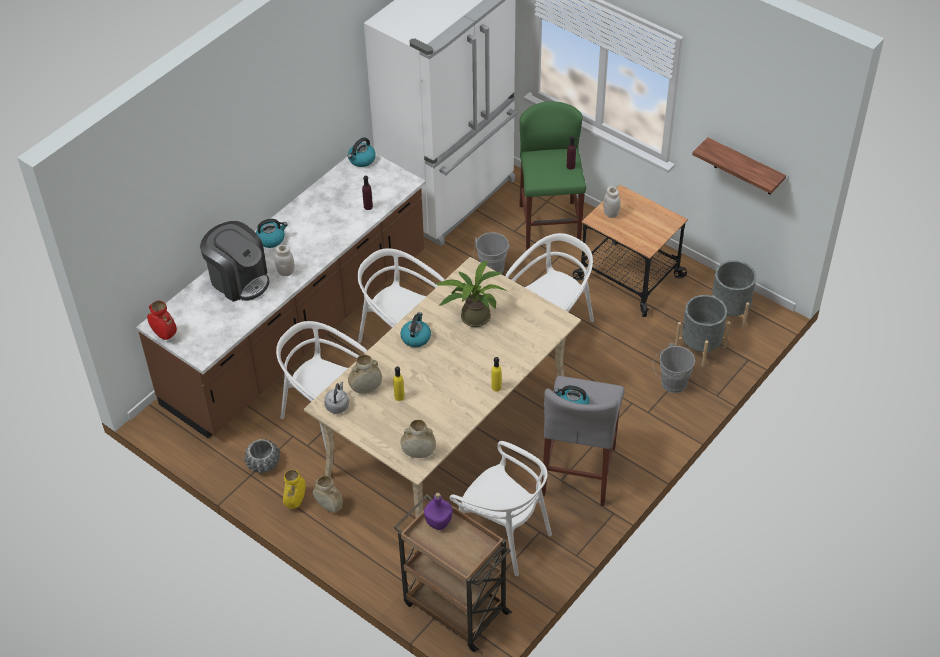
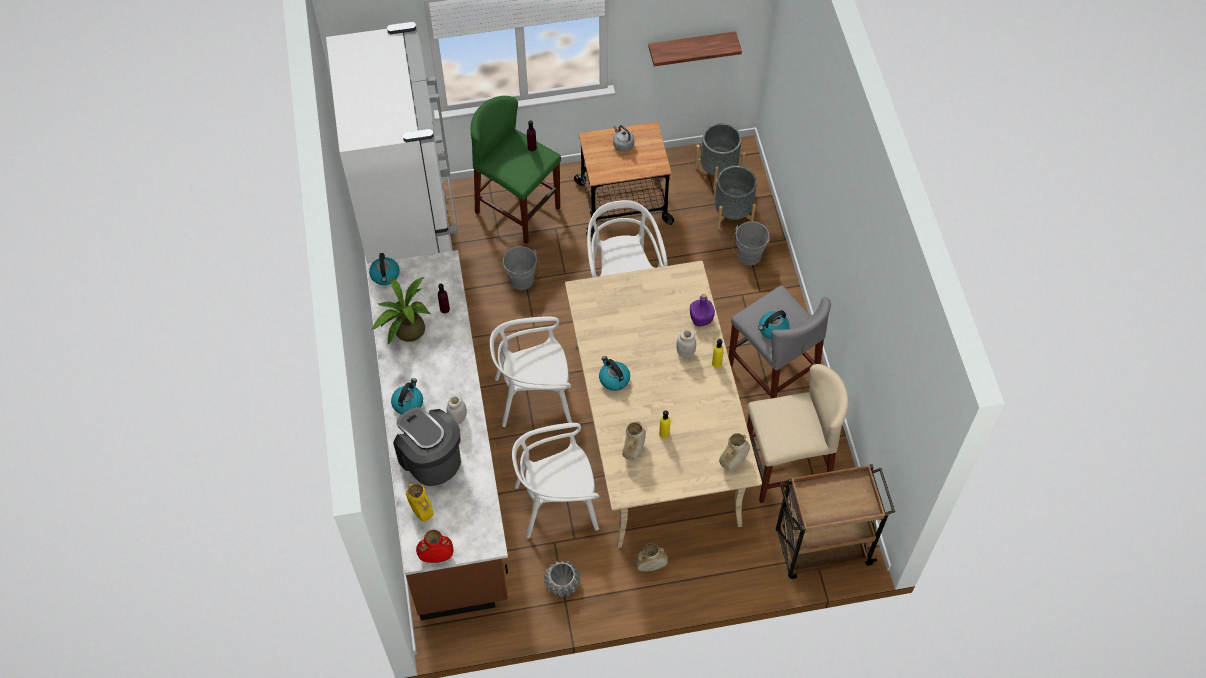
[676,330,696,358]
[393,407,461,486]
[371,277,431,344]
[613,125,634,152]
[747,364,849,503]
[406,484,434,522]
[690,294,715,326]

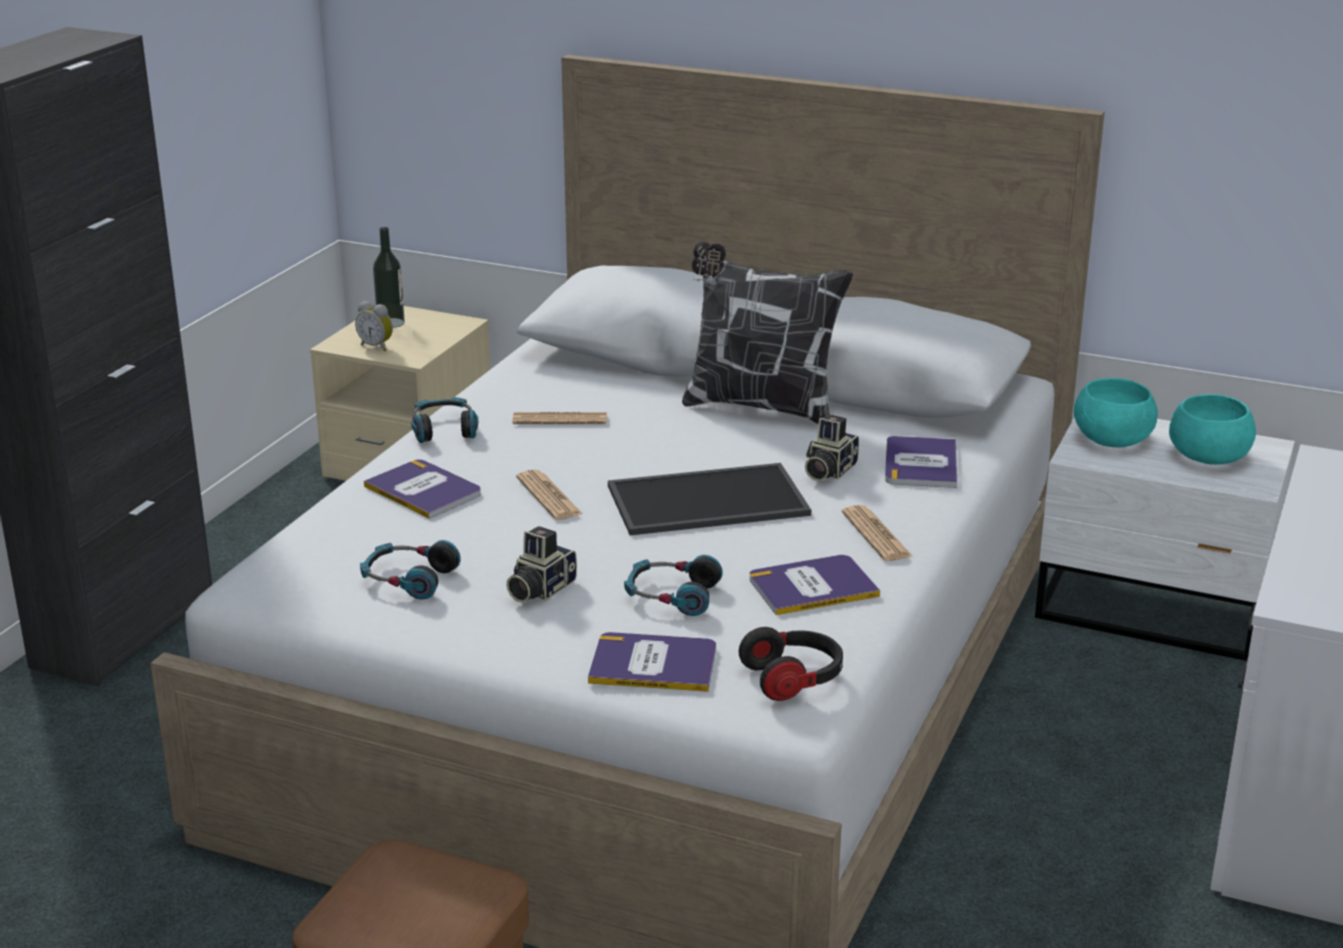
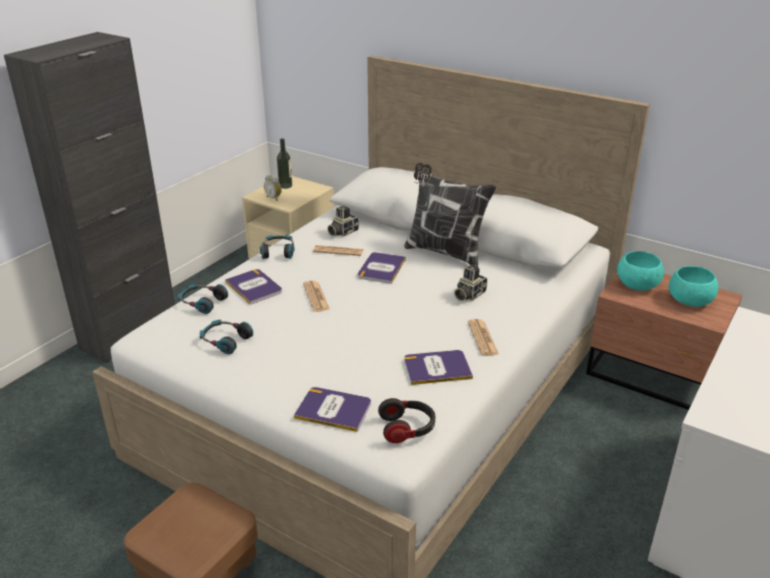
[586,273,742,410]
[358,252,406,284]
[608,463,811,535] (first image)
[327,206,359,237]
[178,284,228,314]

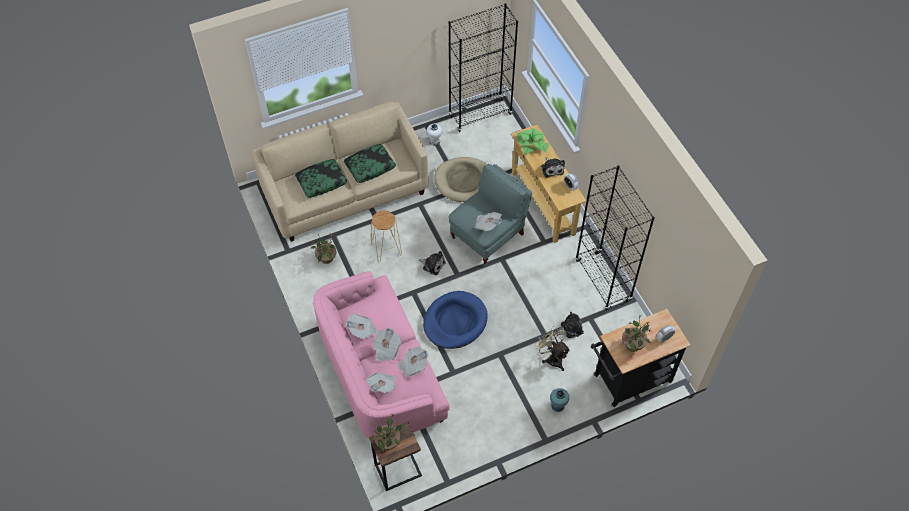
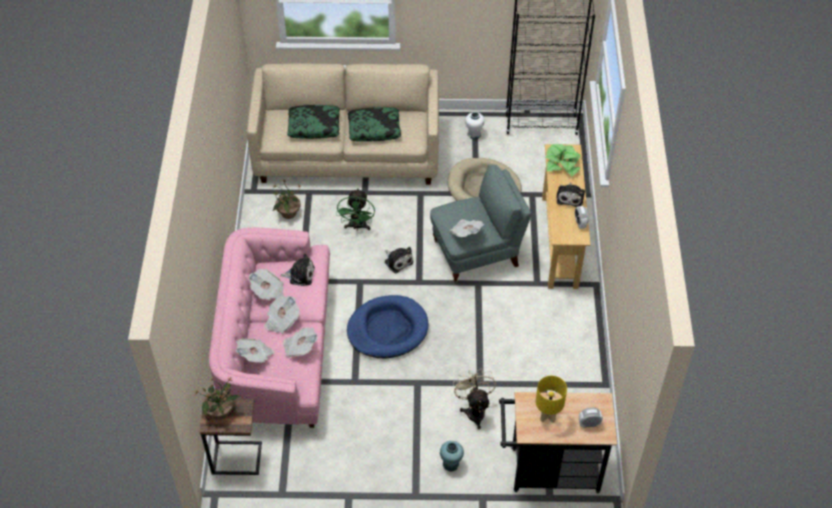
[575,165,655,311] (first image)
[336,189,375,230]
[280,253,315,286]
[536,376,567,423]

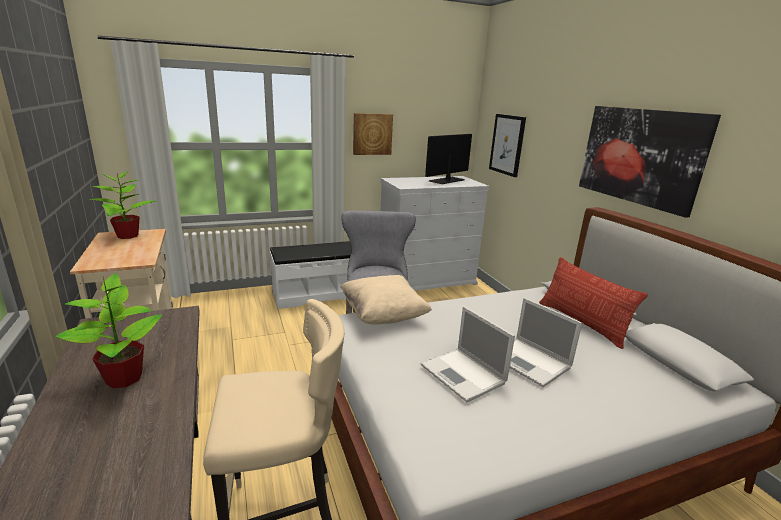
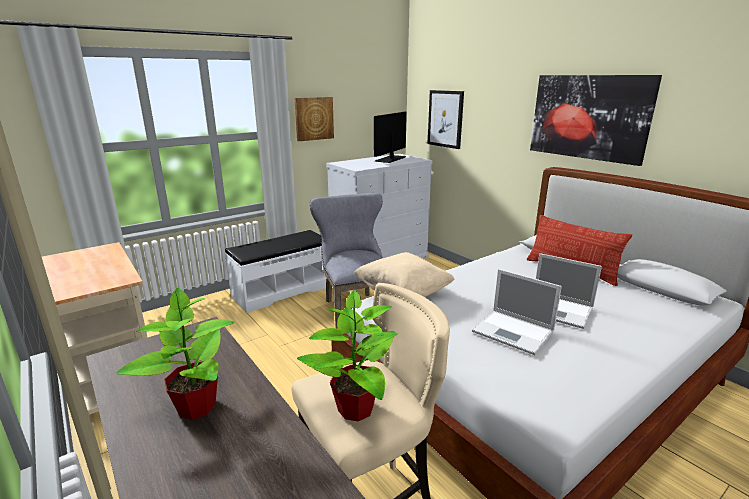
[297,290,398,421]

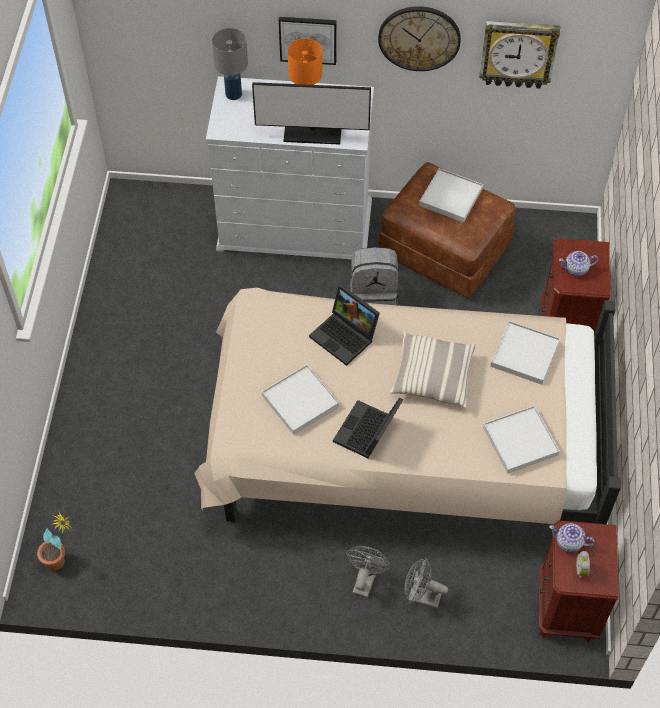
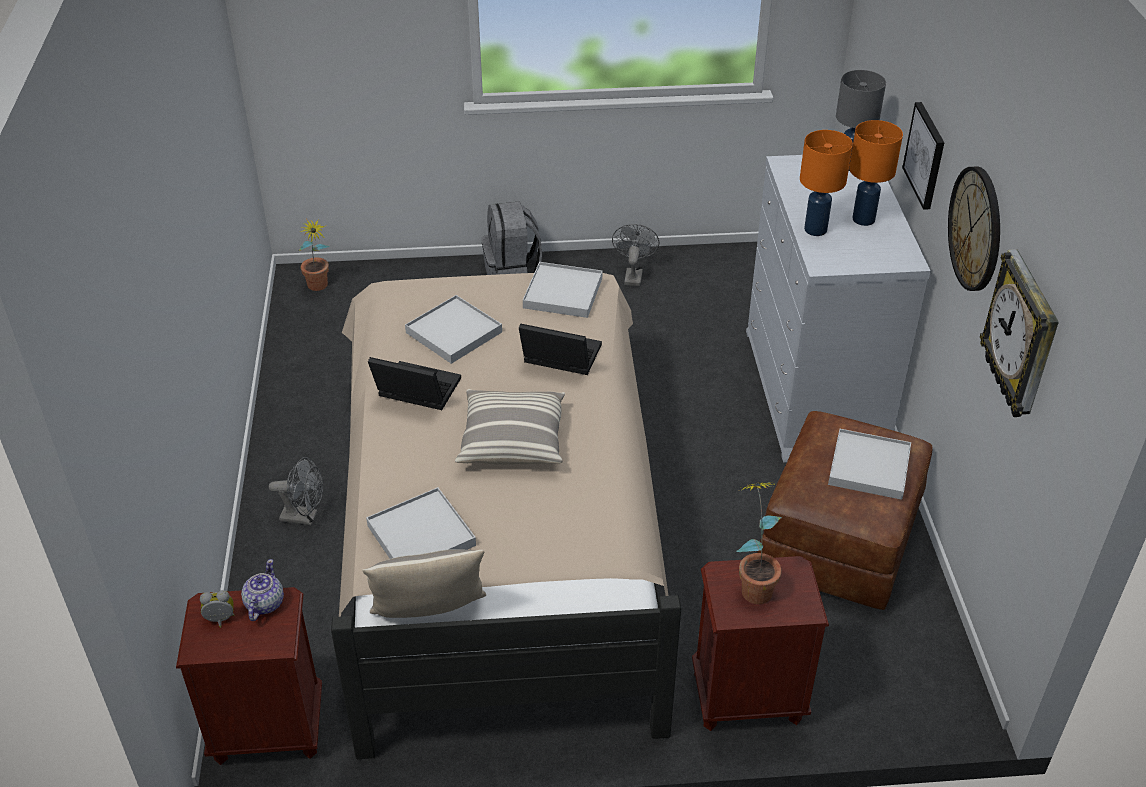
[800,130,853,236]
[482,201,542,275]
[737,482,782,604]
[519,323,602,375]
[523,262,602,318]
[612,224,659,286]
[362,549,486,618]

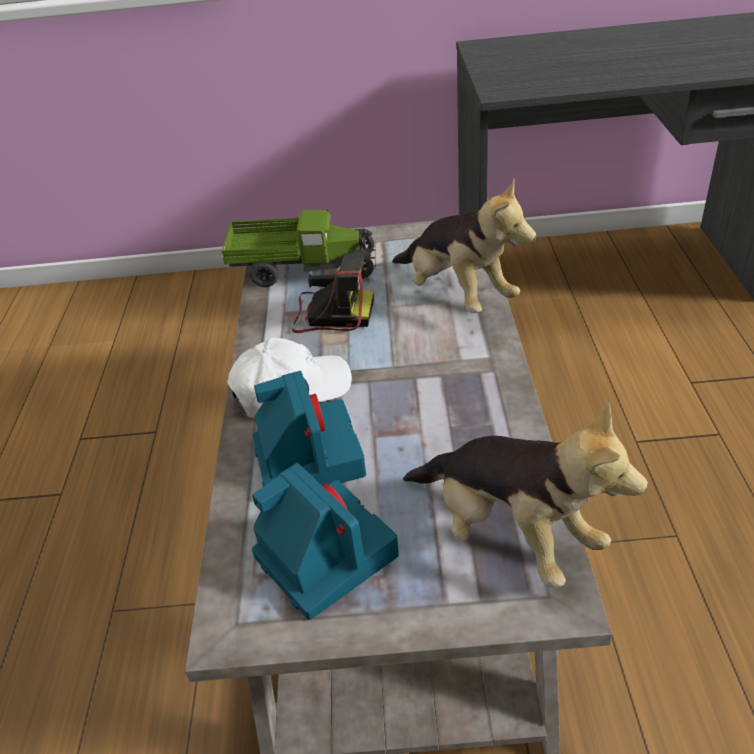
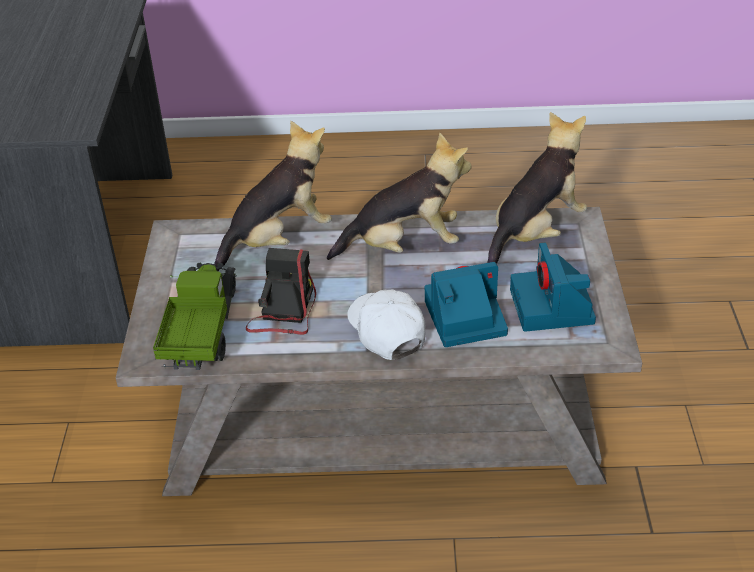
[510,242,596,332]
[327,133,472,260]

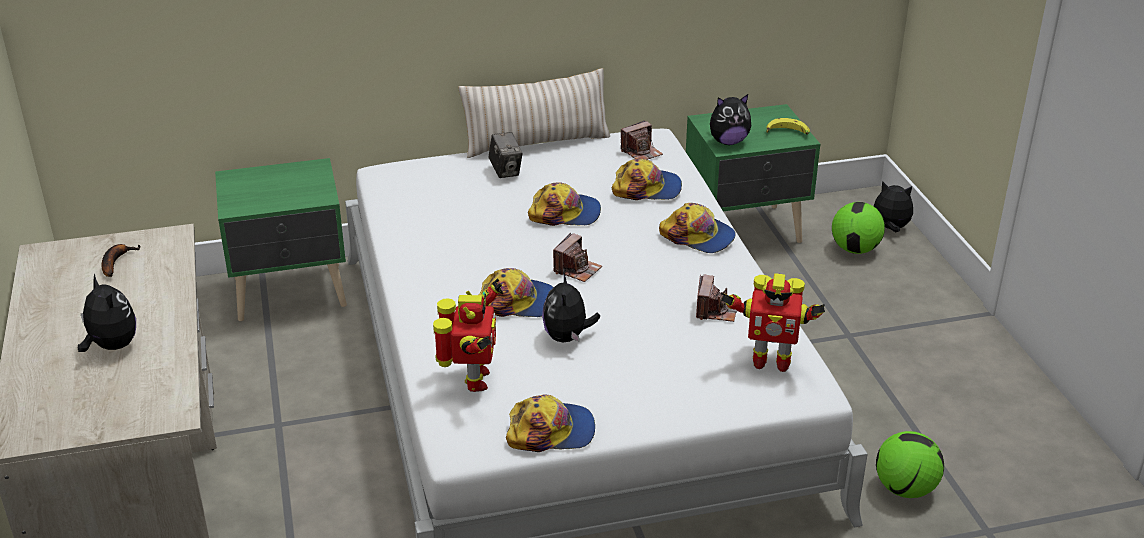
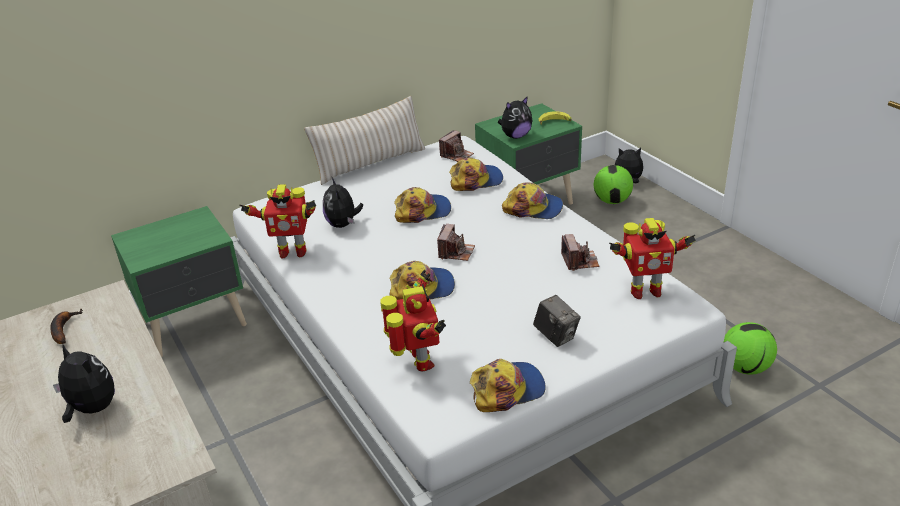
[533,295,581,347]
[323,178,363,228]
[239,184,316,258]

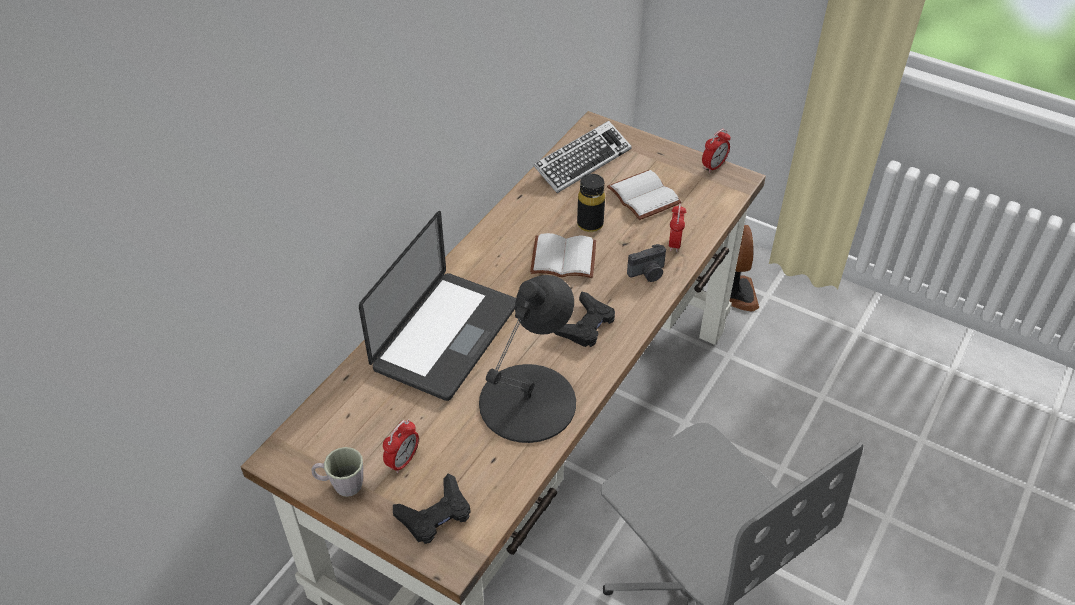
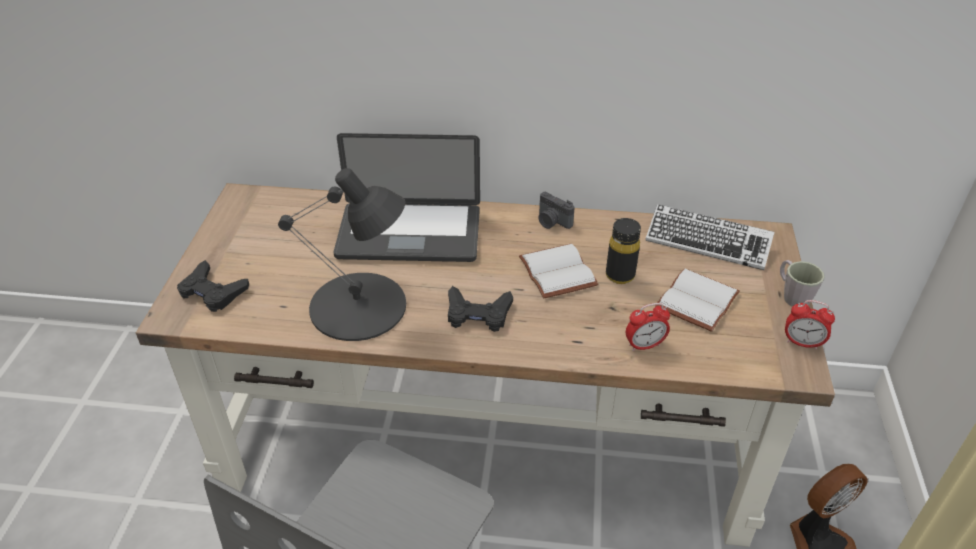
[538,192,575,229]
[383,419,419,473] (first image)
[780,260,825,307]

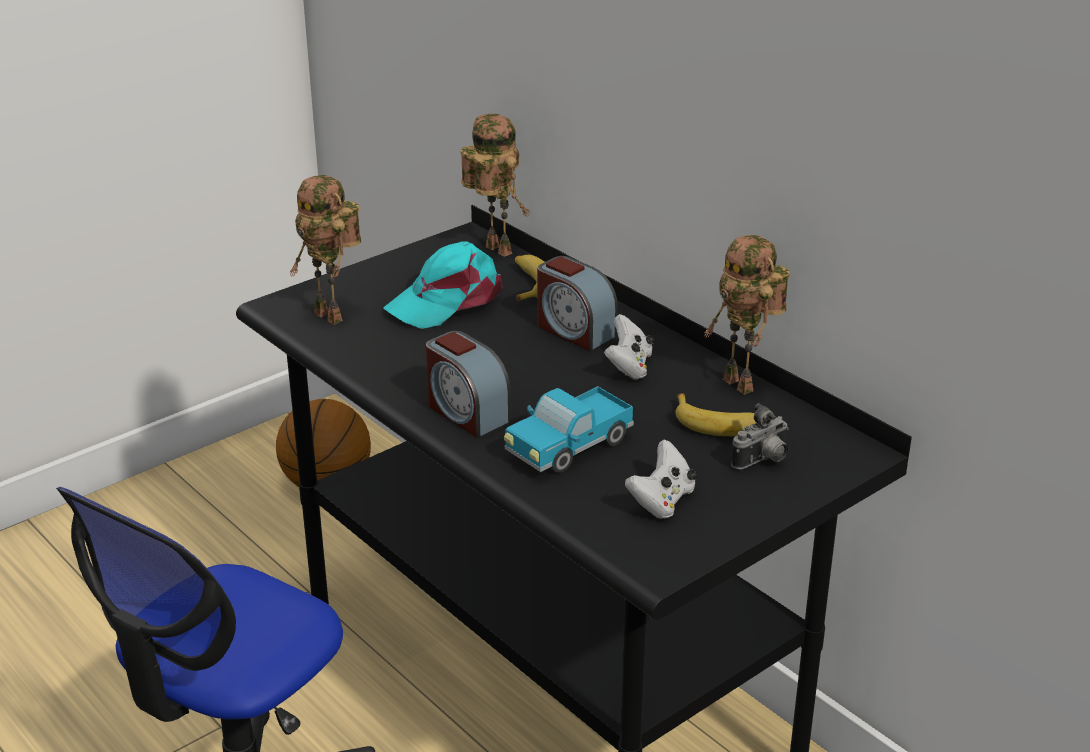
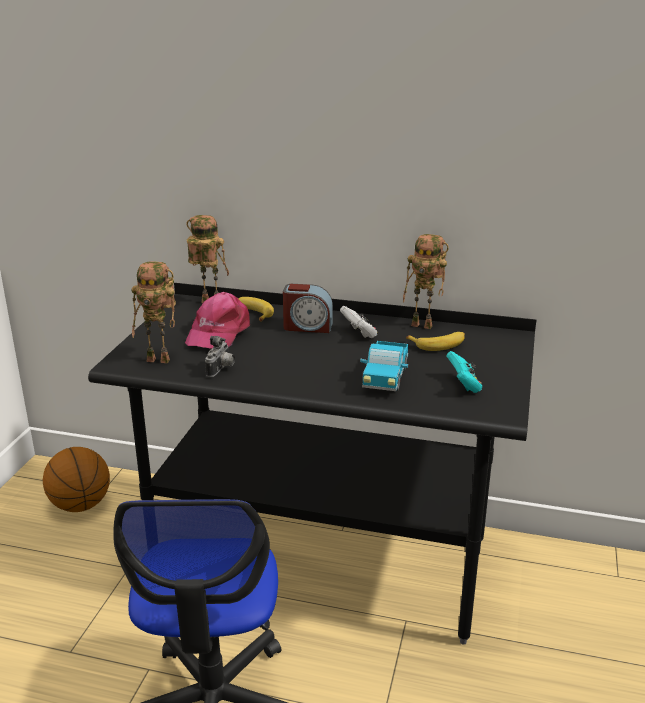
[185,292,250,349]
[426,331,511,438] (first image)
[205,336,235,377]
[447,351,482,393]

